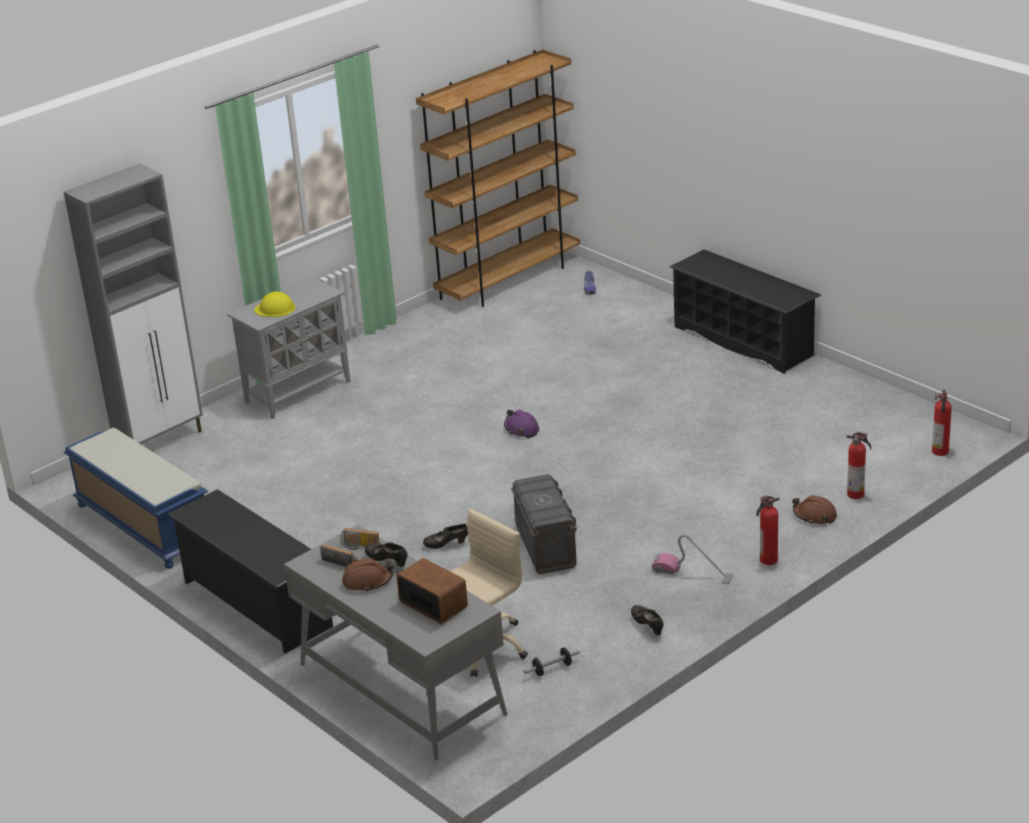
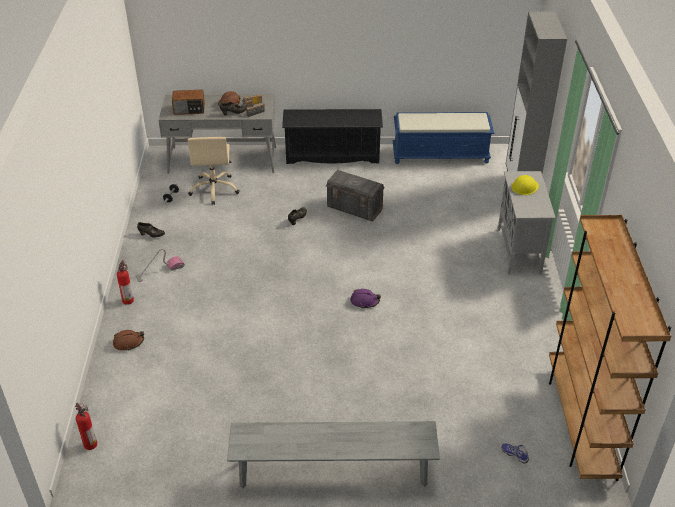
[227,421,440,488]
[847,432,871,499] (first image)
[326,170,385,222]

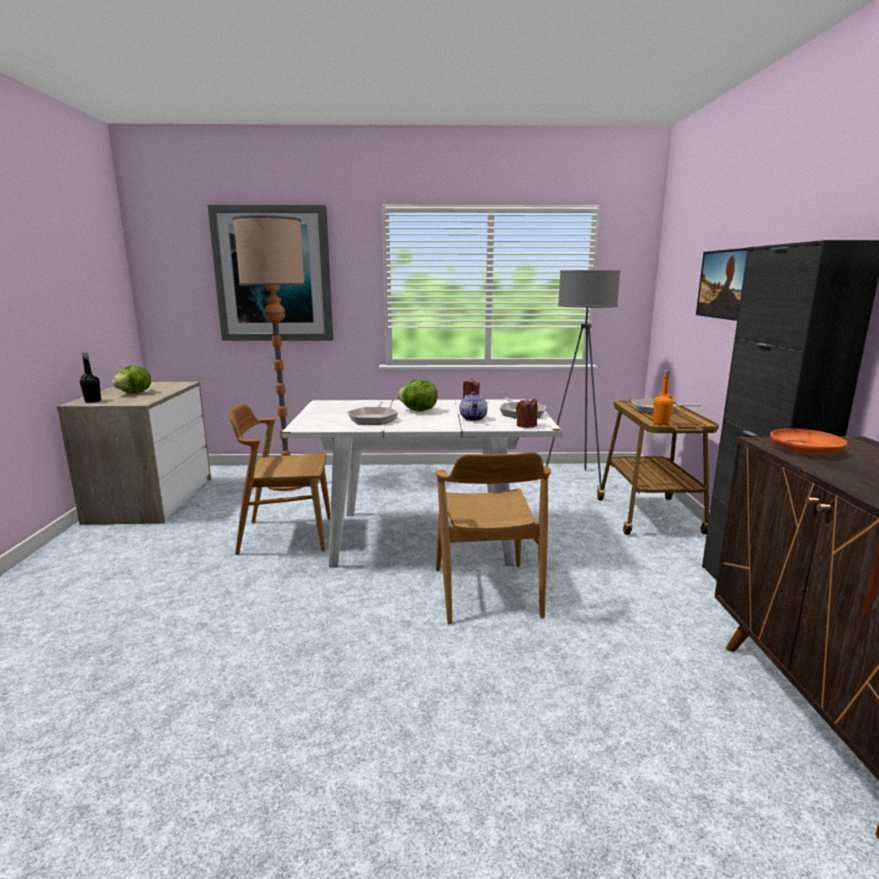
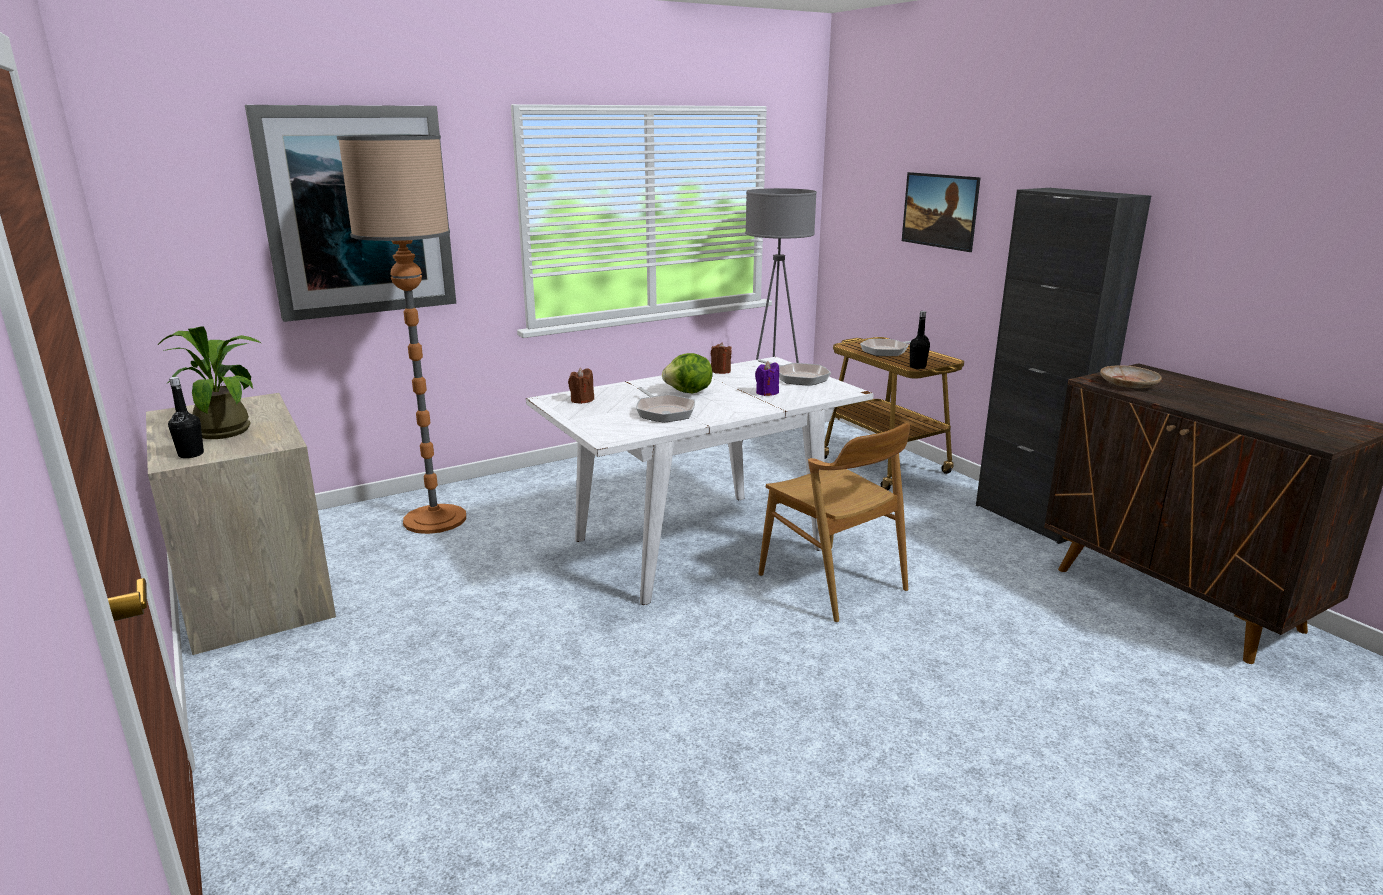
[158,326,261,439]
[910,311,930,369]
[755,361,779,396]
[568,368,594,404]
[229,404,331,555] (first image)
[1100,366,1162,388]

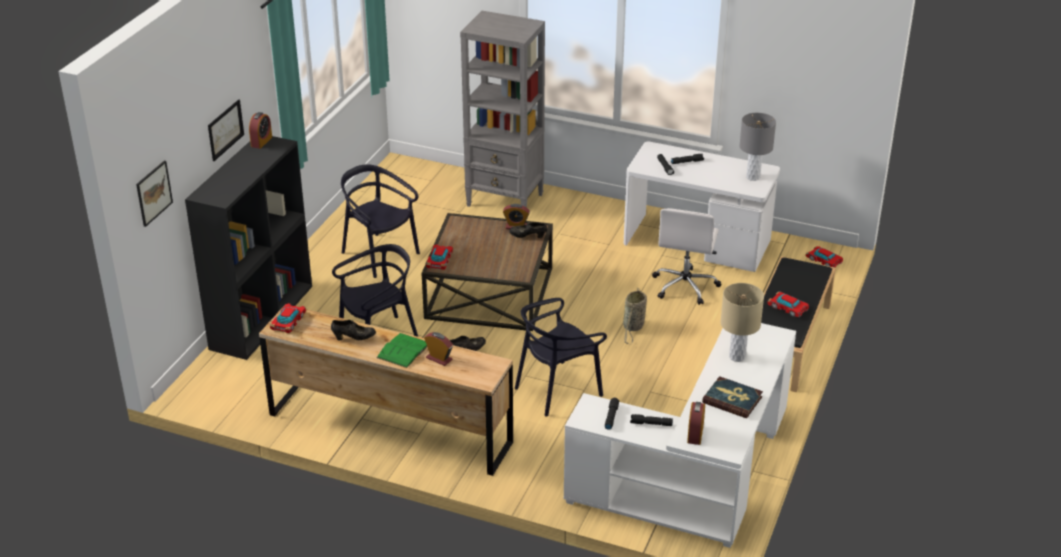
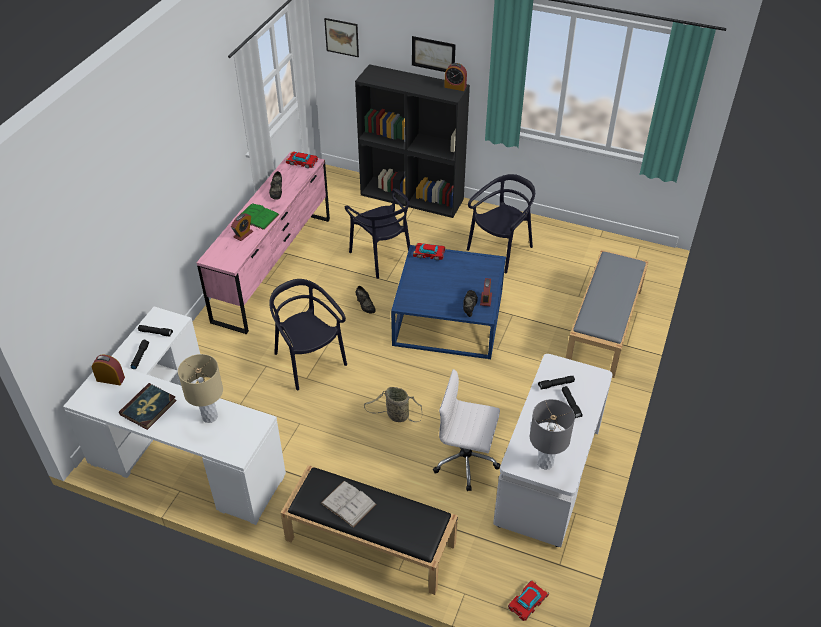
[566,250,649,378]
[391,245,506,359]
[321,481,377,528]
[197,152,330,334]

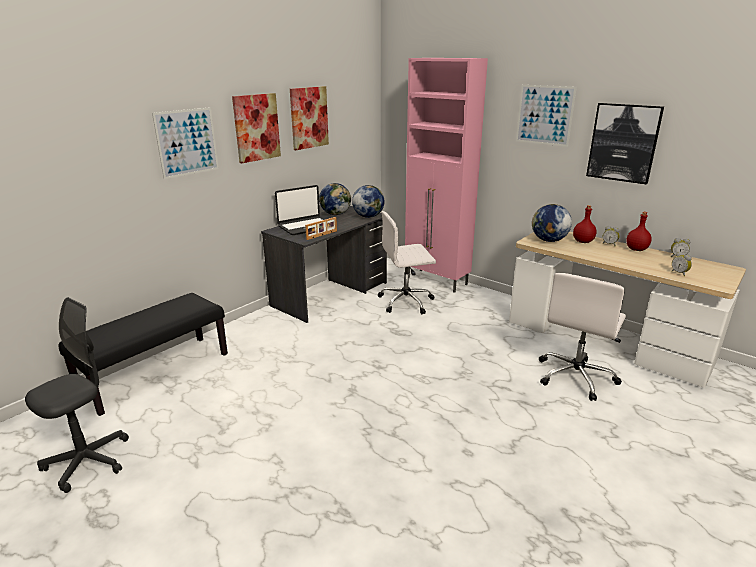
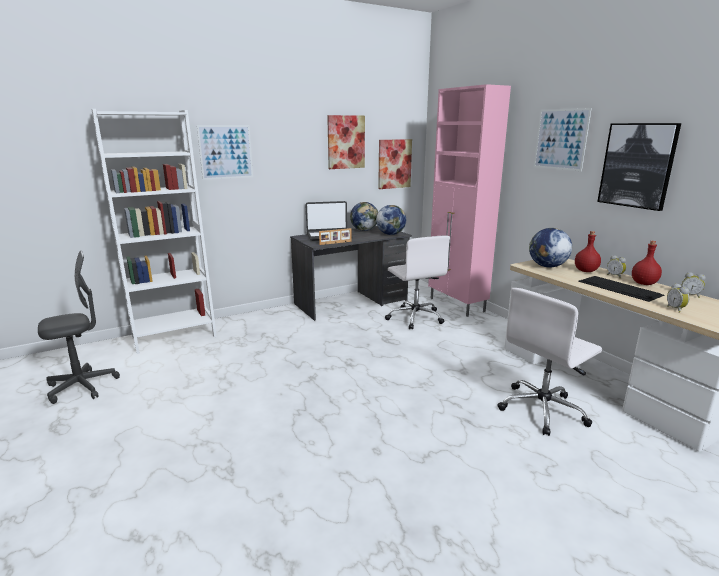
[378,139,412,189]
[385,235,450,330]
[92,109,217,354]
[578,276,664,302]

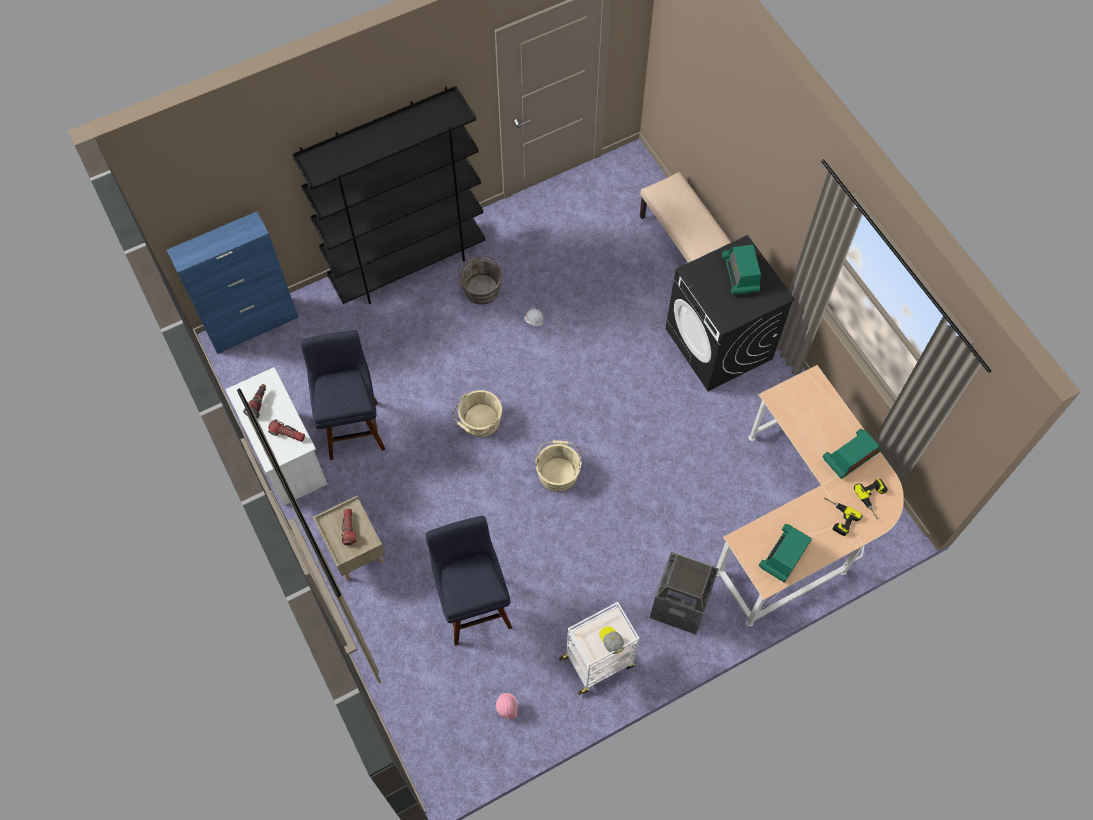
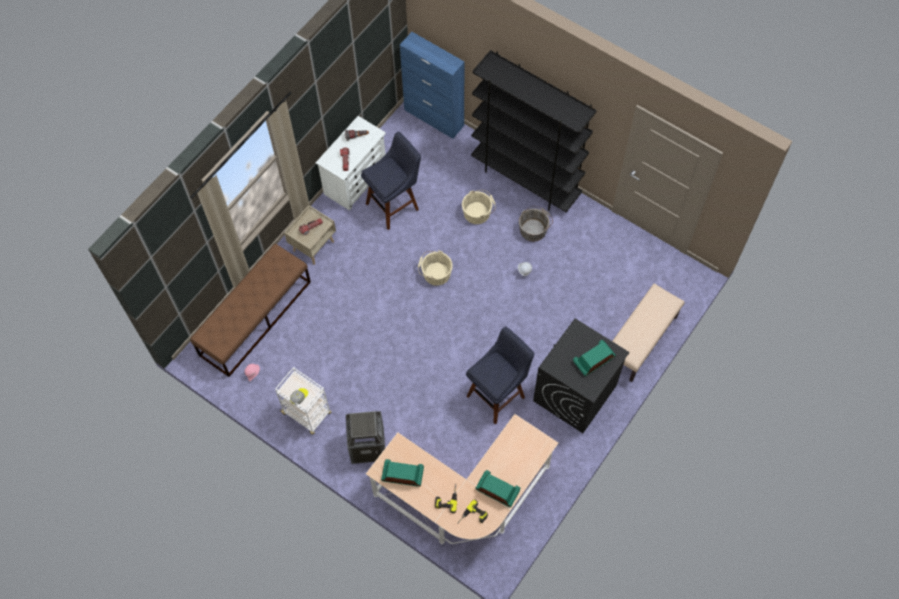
[462,190,496,224]
[466,327,534,425]
[190,244,311,377]

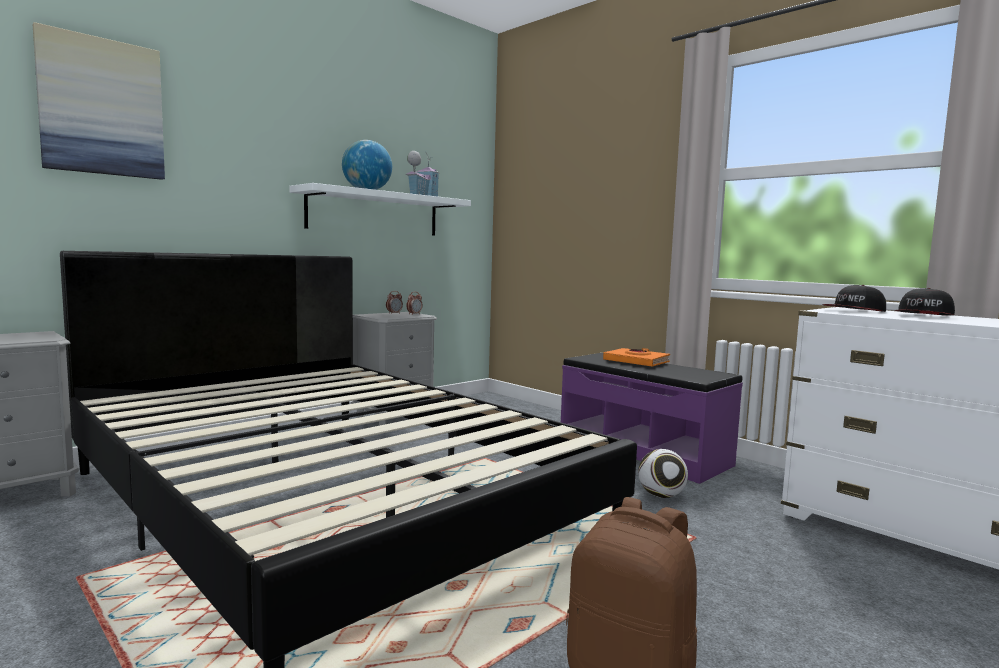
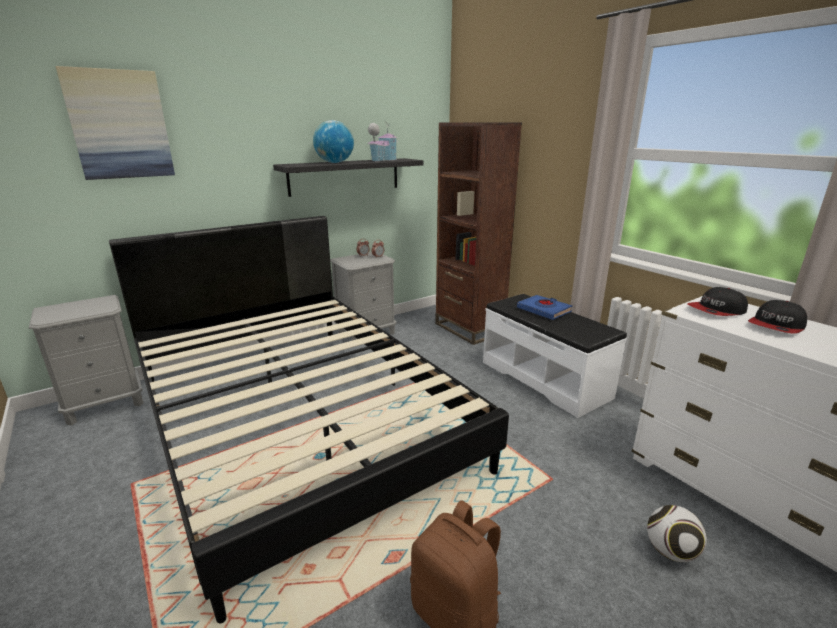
[273,158,423,197]
[517,295,572,320]
[483,294,627,418]
[647,505,707,562]
[435,122,522,345]

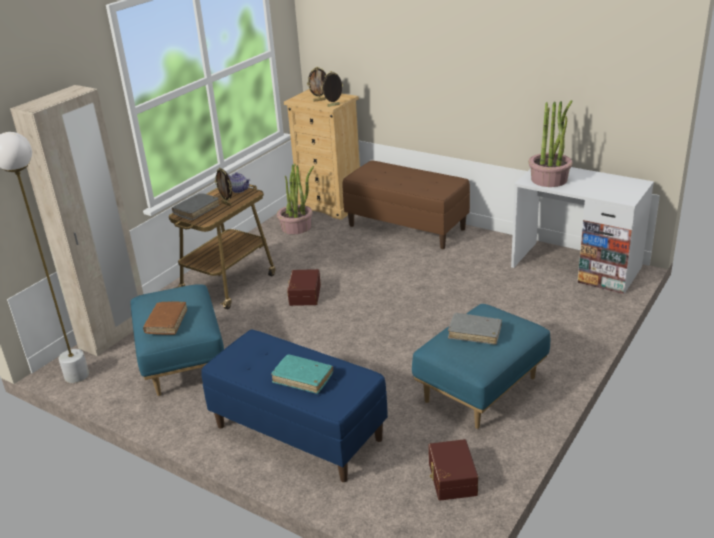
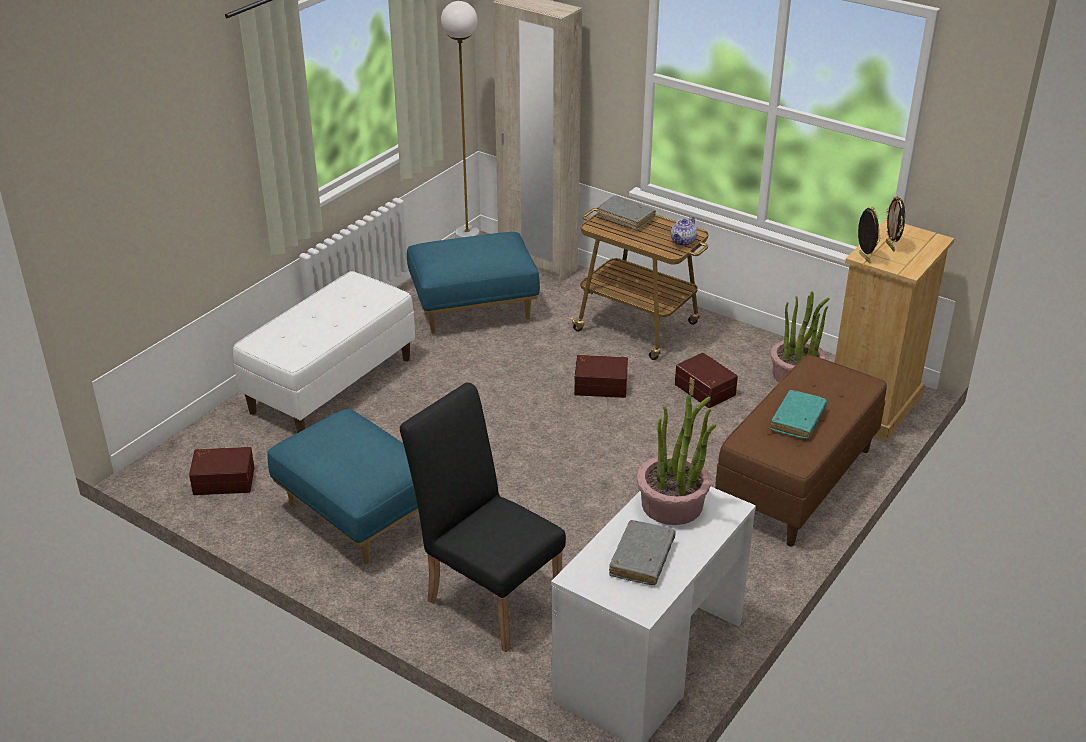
[215,168,232,206] (first image)
[143,302,187,335] (first image)
[609,520,676,585]
[233,271,415,433]
[771,390,827,439]
[675,353,738,408]
[400,382,566,652]

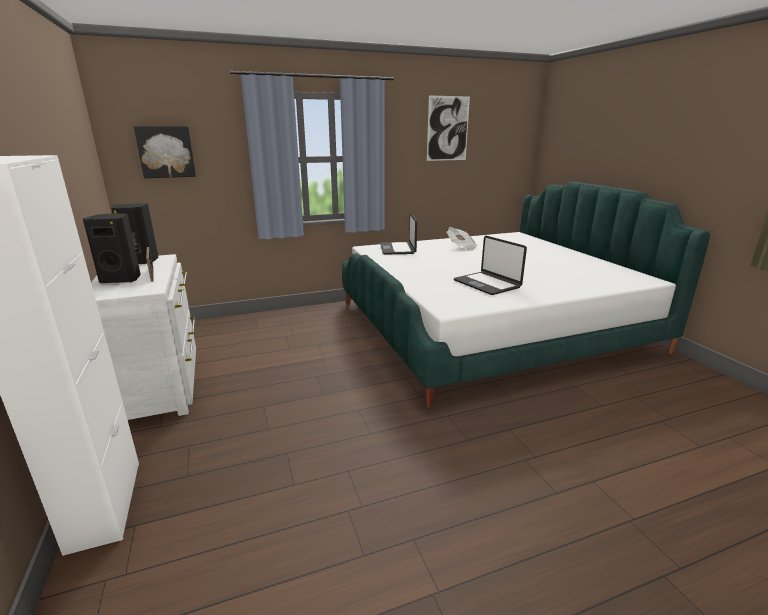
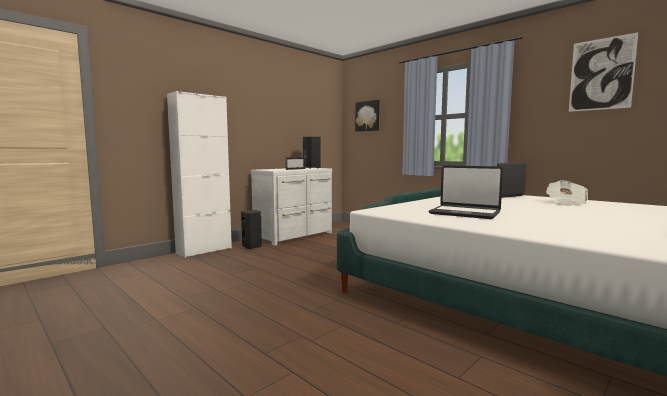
[241,210,262,249]
[429,165,503,219]

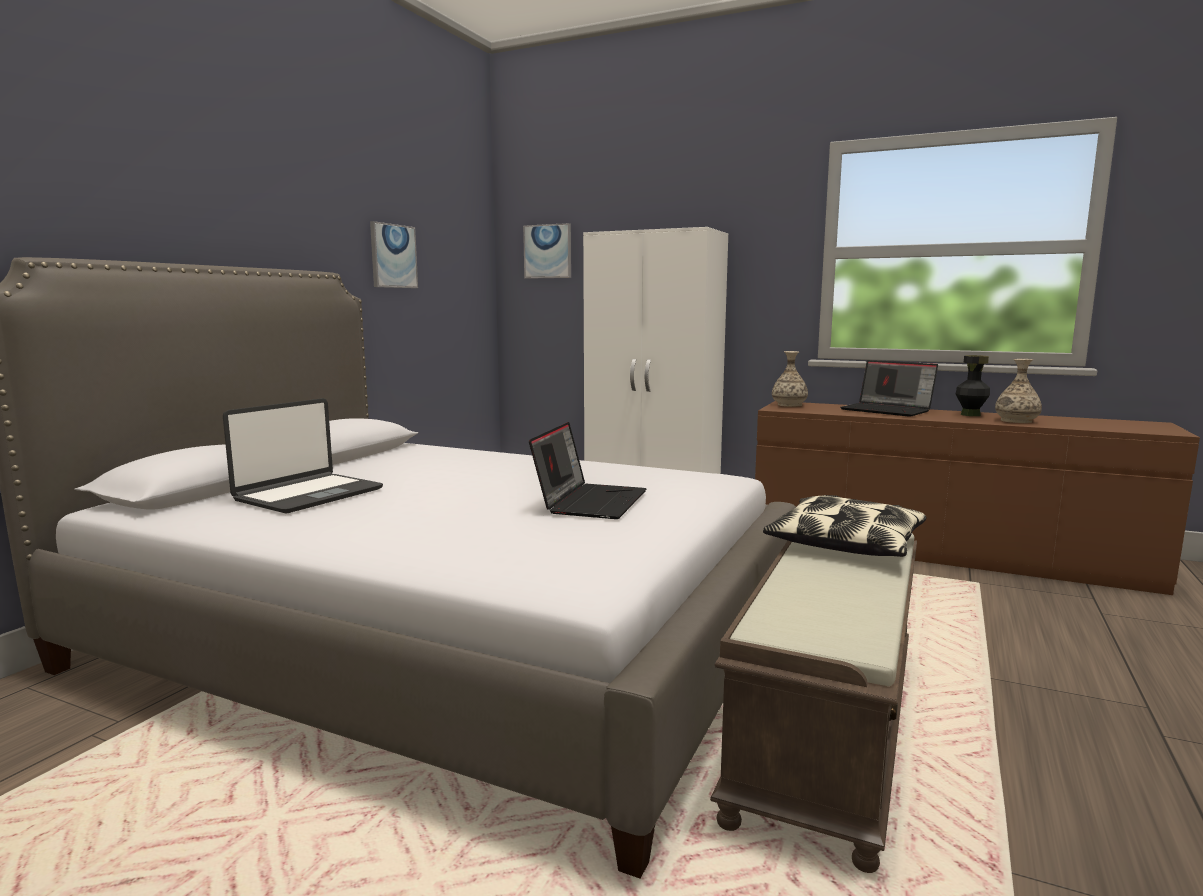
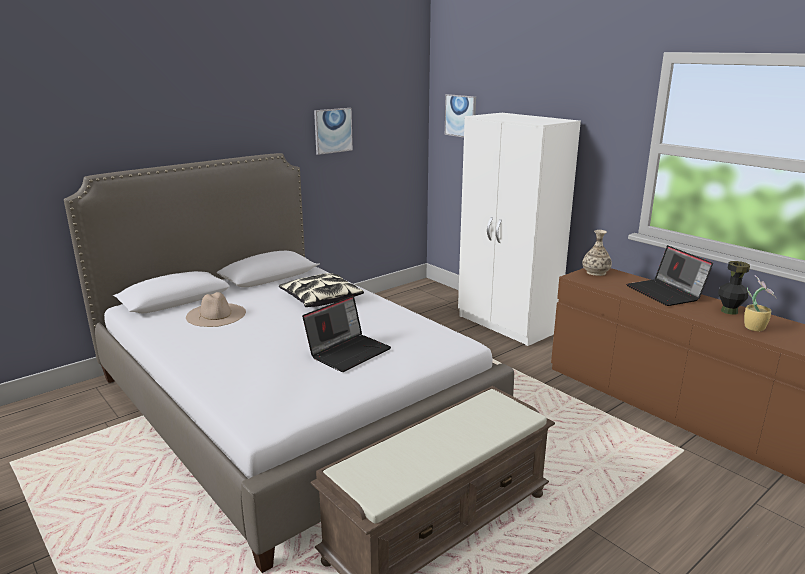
[744,276,777,331]
[186,292,246,327]
[279,273,364,307]

